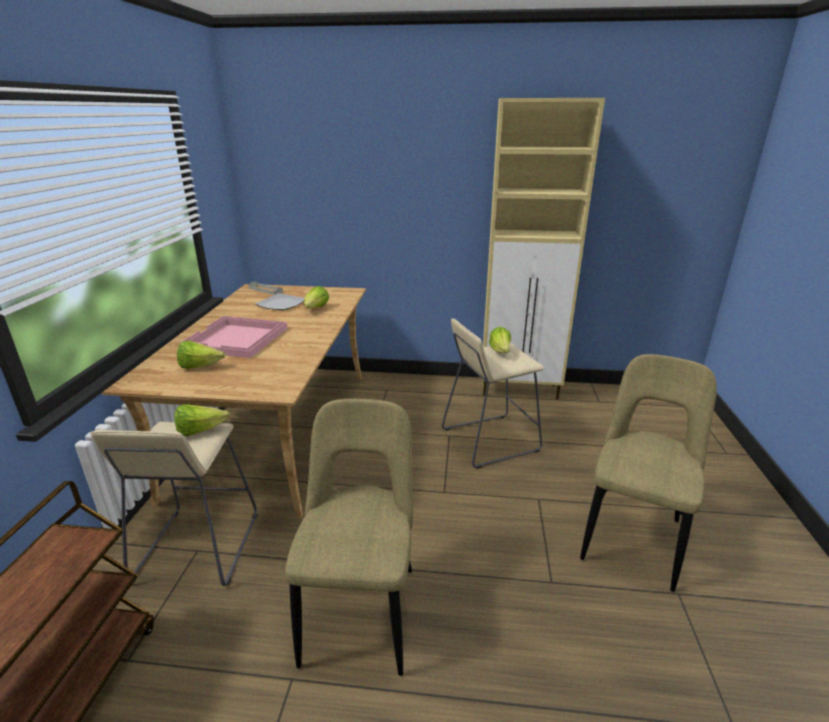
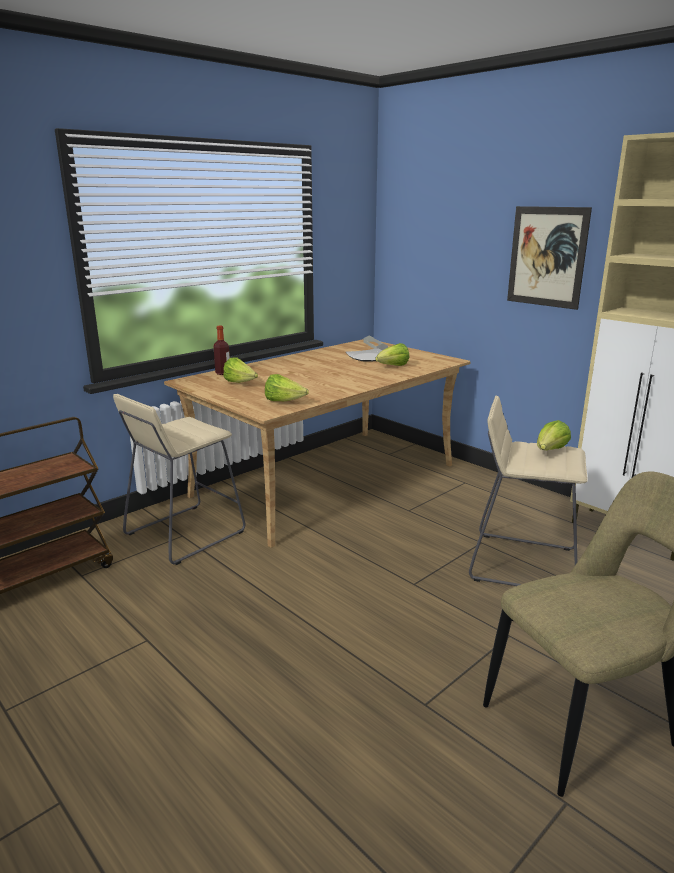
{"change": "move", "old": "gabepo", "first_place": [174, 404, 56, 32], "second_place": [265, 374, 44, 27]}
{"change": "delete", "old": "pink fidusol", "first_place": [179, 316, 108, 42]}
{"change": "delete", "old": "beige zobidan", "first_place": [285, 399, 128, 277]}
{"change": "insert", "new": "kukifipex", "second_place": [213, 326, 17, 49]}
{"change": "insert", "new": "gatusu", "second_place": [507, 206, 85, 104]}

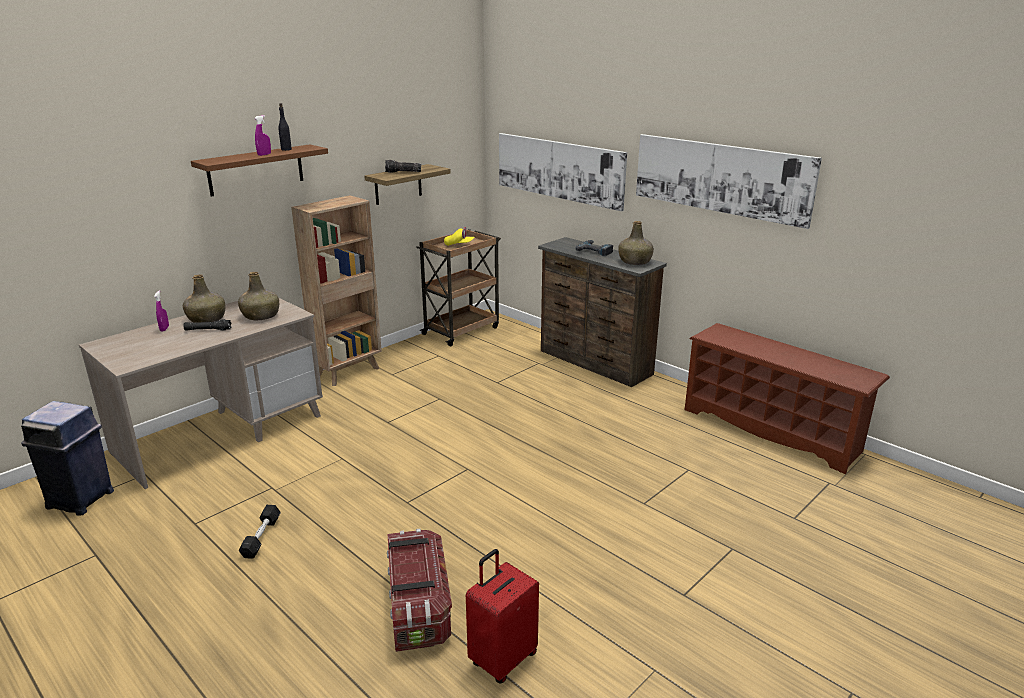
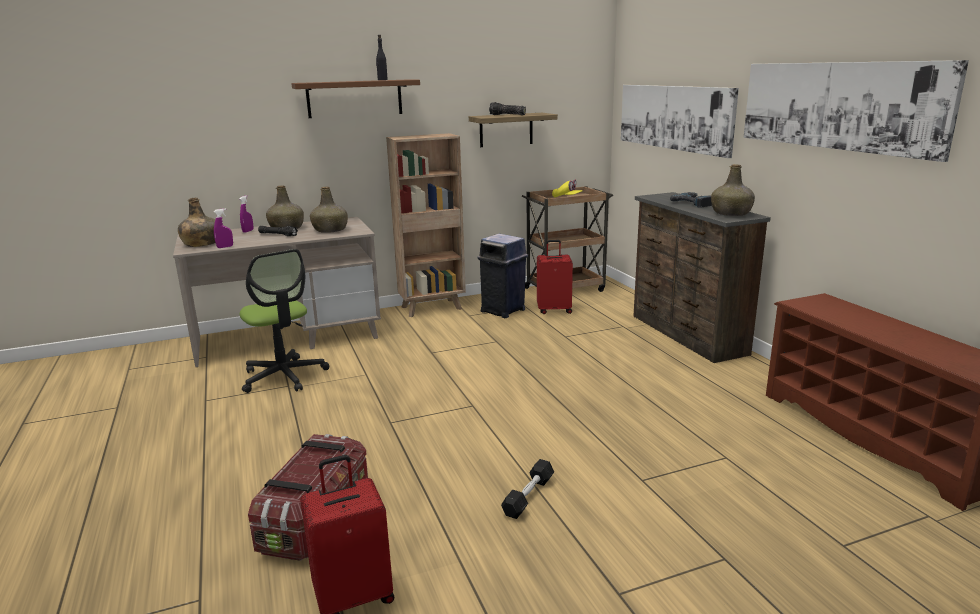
{"change": "move", "old": "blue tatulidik", "first_place": [21, 401, 93, 115], "second_place": [478, 234, 50, 84]}
{"change": "move", "old": "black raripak", "first_place": [239, 505, 42, 54], "second_place": [501, 459, 53, 60]}
{"change": "move", "old": "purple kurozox", "first_place": [254, 115, 17, 41], "second_place": [214, 208, 19, 40]}
{"change": "insert", "new": "green kukifipex", "second_place": [178, 198, 37, 49]}
{"change": "insert", "new": "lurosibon", "second_place": [240, 249, 89, 144]}
{"change": "insert", "new": "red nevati", "second_place": [537, 240, 36, 74]}

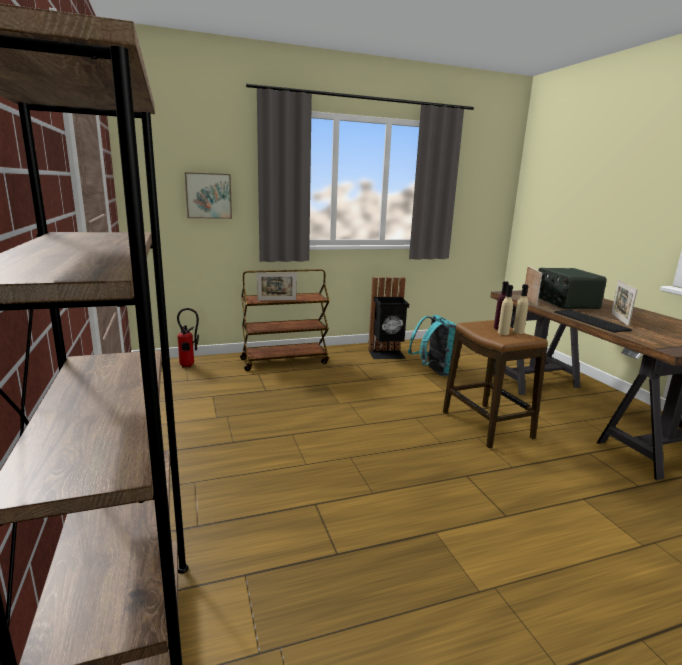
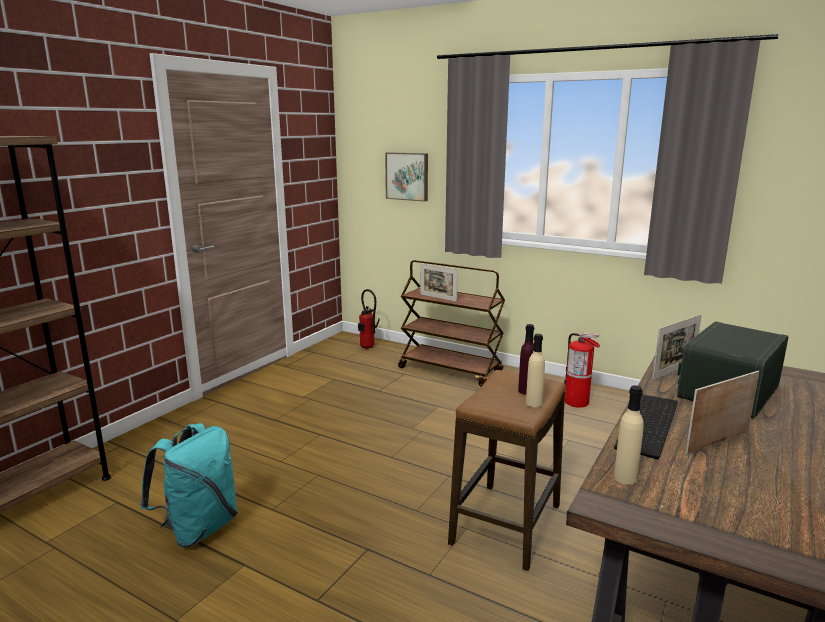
{"change": "replace", "old": "black tatulidik", "new": "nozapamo", "first_place": [368, 277, 41, 82], "second_place": [564, 333, 36, 75]}
{"change": "move", "old": "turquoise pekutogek", "first_place": [408, 315, 48, 61], "second_place": [140, 423, 98, 125]}
{"change": "move", "old": "beige kukifipex", "first_place": [498, 285, 15, 50], "second_place": [614, 385, 30, 100]}

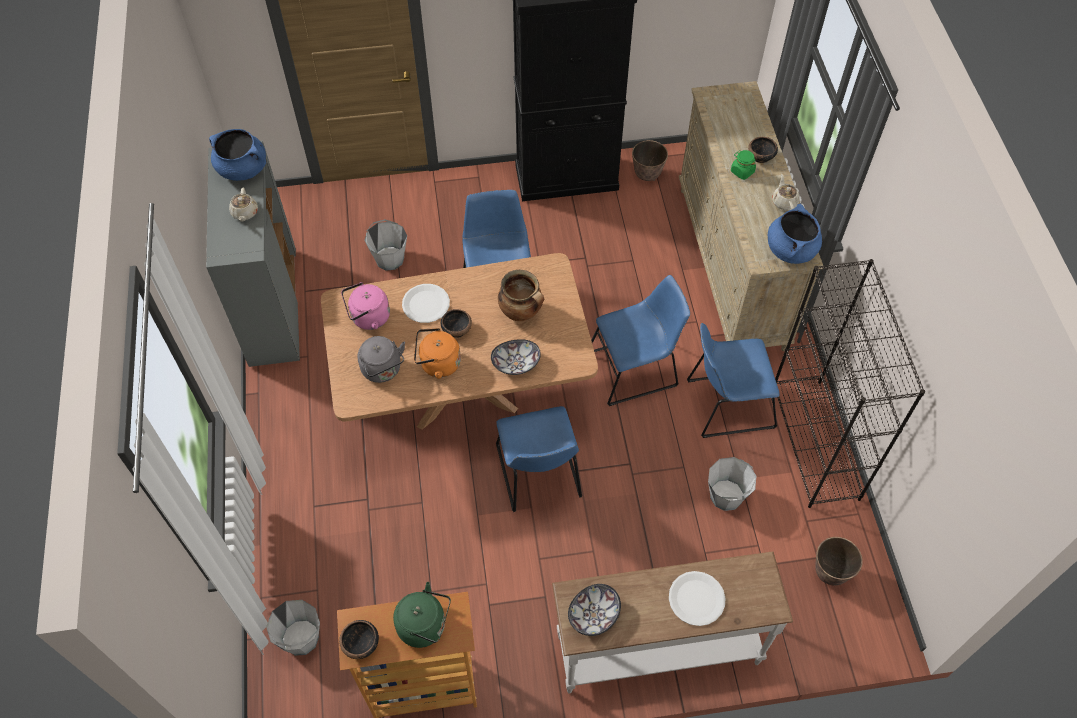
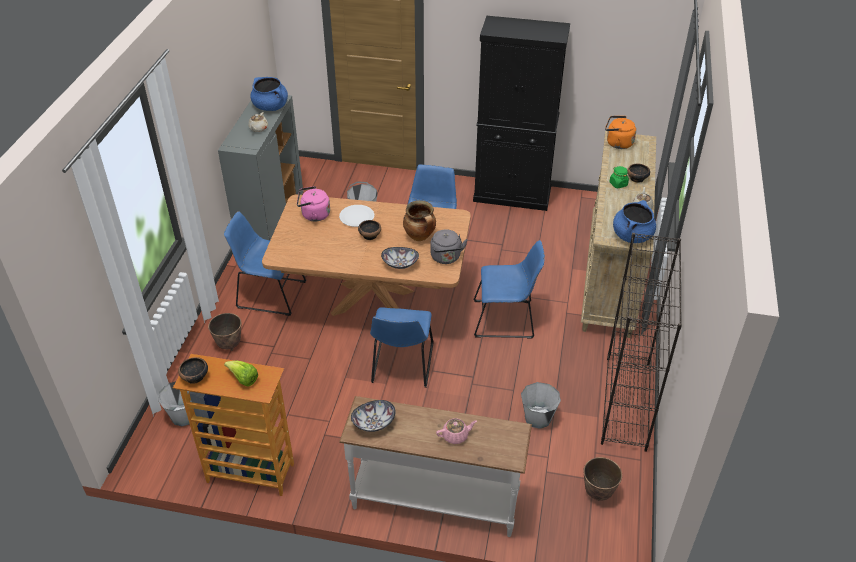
{"change": "move", "old": "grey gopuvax", "first_place": [357, 336, 48, 47], "second_place": [430, 229, 38, 35]}
{"change": "replace", "old": "green gopuvax", "new": "gabepo", "first_place": [393, 582, 58, 66], "second_place": [224, 361, 34, 26]}
{"change": "move", "old": "orange gopuvax", "first_place": [414, 328, 47, 51], "second_place": [605, 116, 31, 33]}
{"change": "move", "old": "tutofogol", "first_place": [632, 140, 36, 41], "second_place": [208, 313, 34, 38]}
{"change": "replace", "old": "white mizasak", "new": "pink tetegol", "first_place": [669, 571, 56, 55], "second_place": [436, 418, 41, 26]}
{"change": "move", "old": "blue zobidan", "first_place": [687, 323, 93, 115], "second_place": [224, 211, 82, 105]}

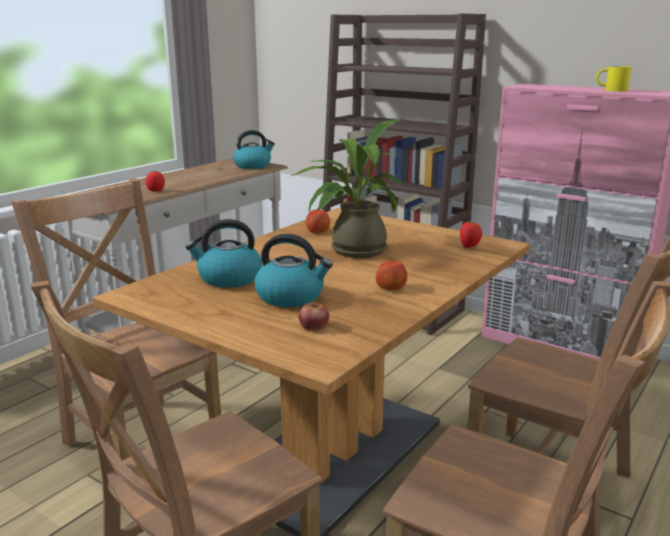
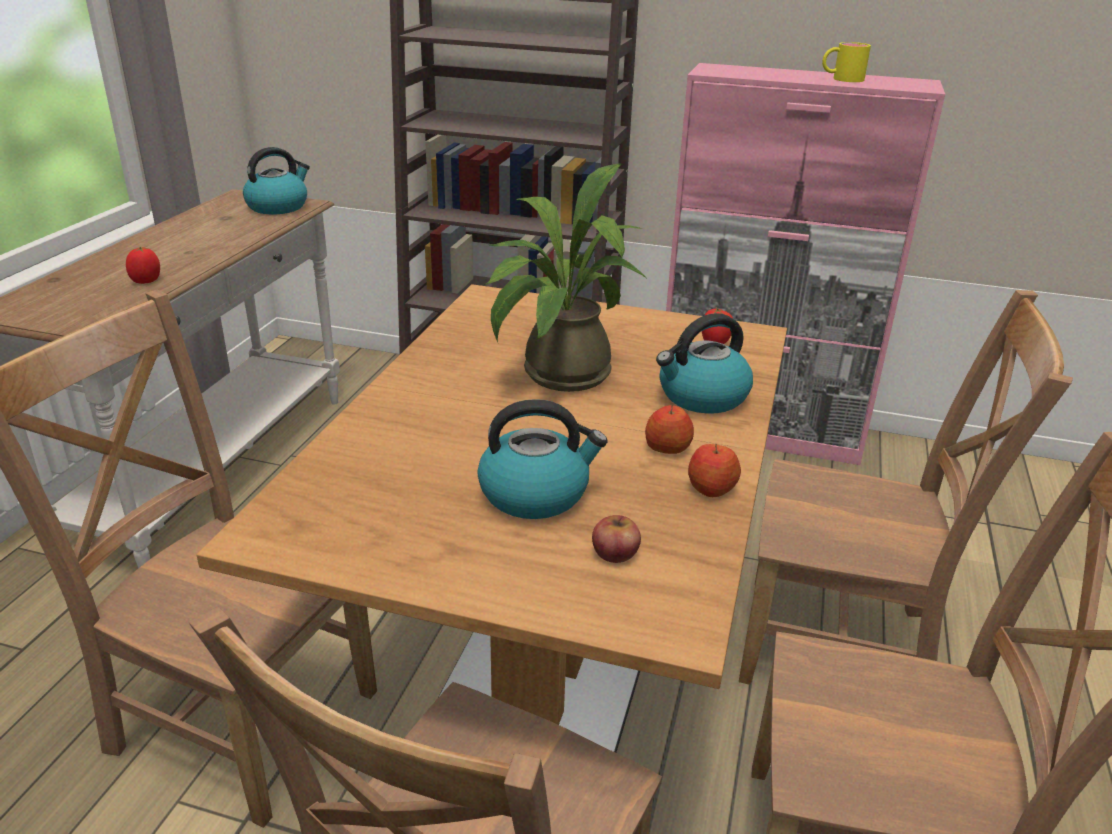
{"change": "move", "old": "gopuvax", "first_place": [185, 219, 77, 69], "second_place": [656, 313, 97, 101]}
{"change": "move", "old": "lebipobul", "first_place": [306, 207, 24, 26], "second_place": [688, 444, 53, 53]}

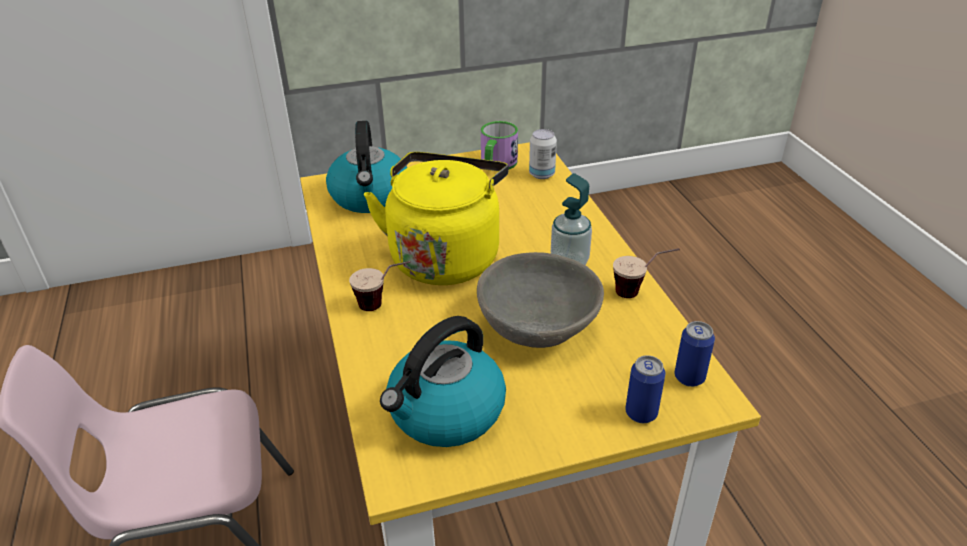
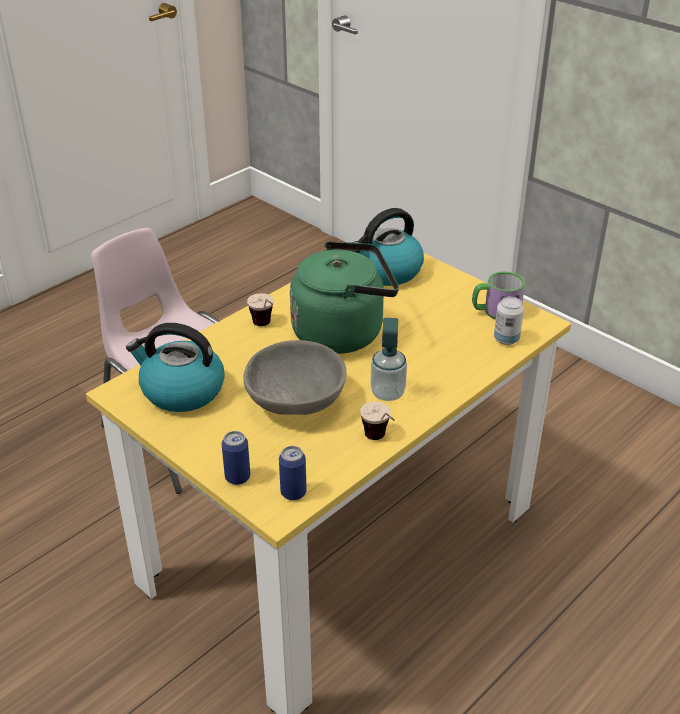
{"change": "recolor", "old": "yellow gopuvax", "new": "green gopuvax", "first_place": [364, 152, 145, 133], "second_place": [290, 241, 109, 113]}

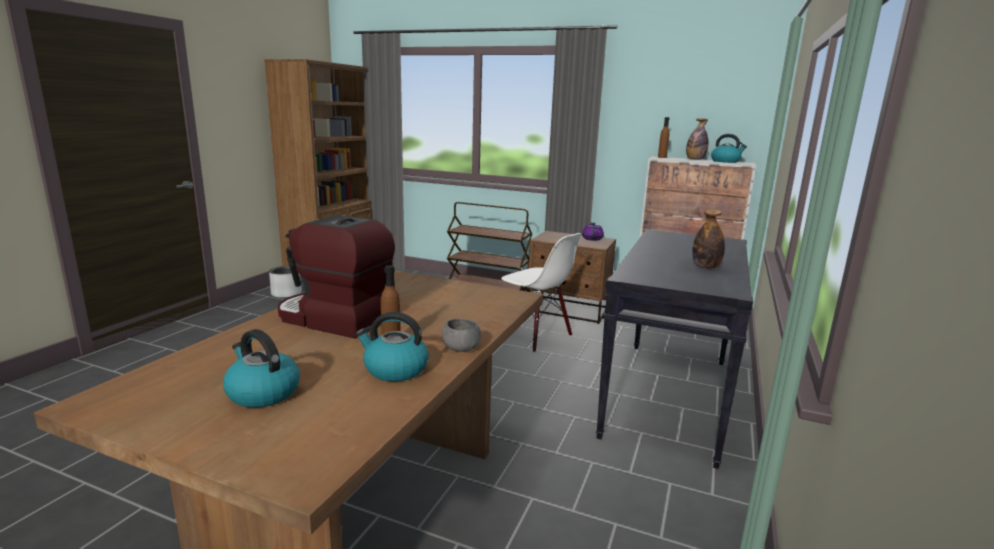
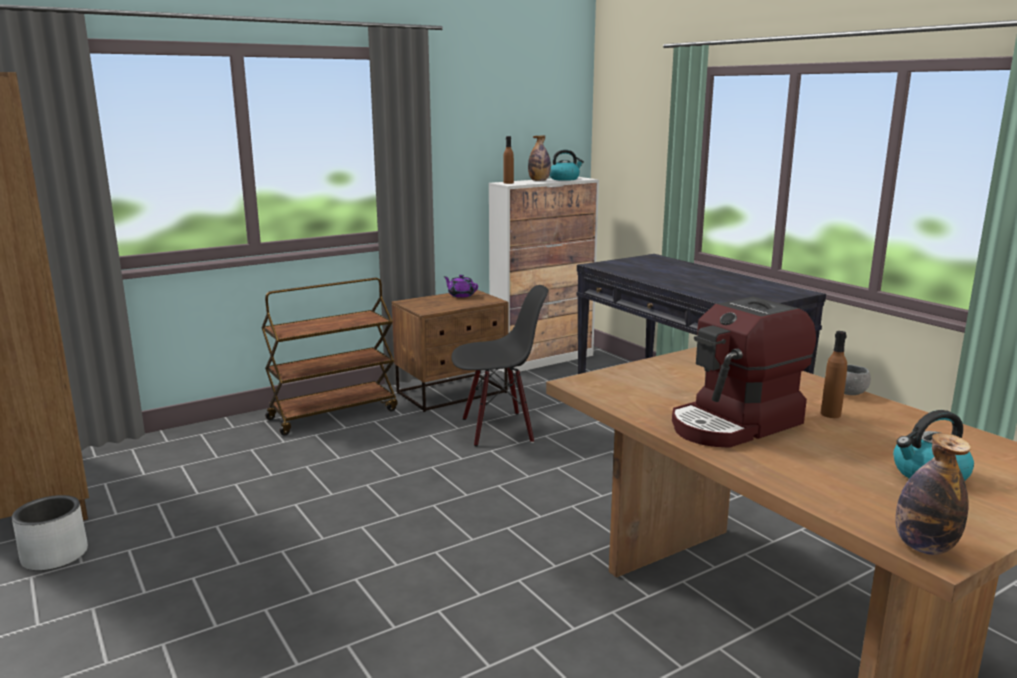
{"change": "delete", "old": "gopuvax", "first_place": [355, 312, 74, 70]}
{"change": "recolor", "old": "white zobidan", "new": "black zobidan", "first_place": [501, 233, 81, 119], "second_place": [451, 285, 97, 161]}
{"change": "move", "old": "kukifipex", "first_place": [692, 209, 33, 60], "second_place": [895, 433, 76, 122]}

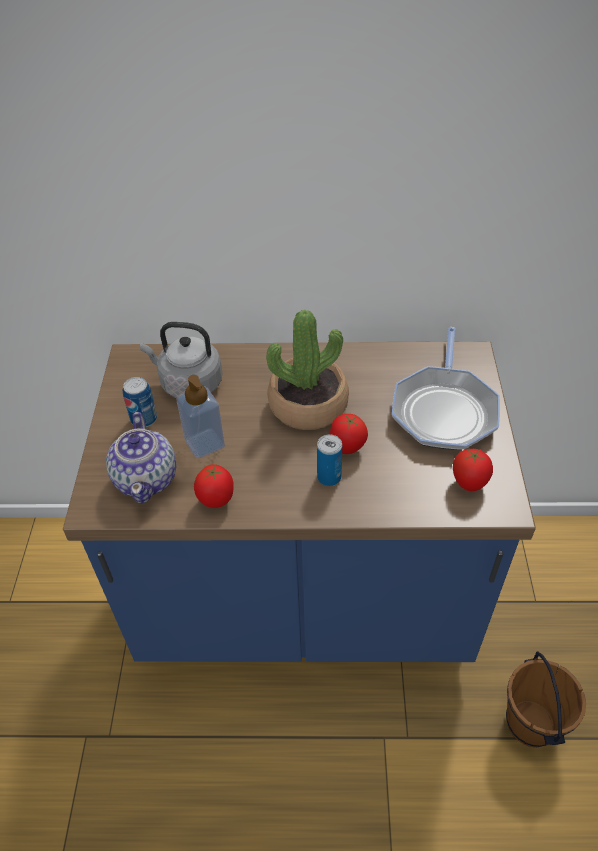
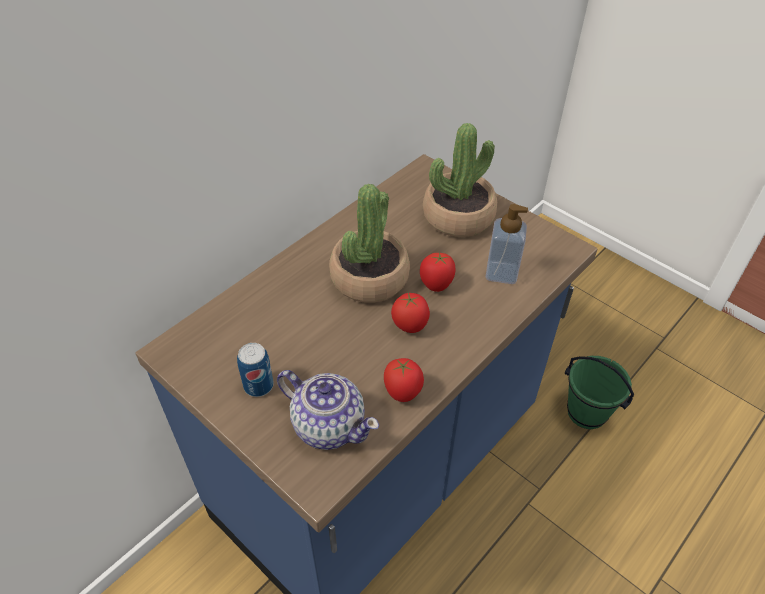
{"change": "delete", "old": "grey gopuvax", "first_place": [140, 322, 82, 76]}
{"change": "move", "old": "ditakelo", "first_place": [177, 375, 48, 83], "second_place": [486, 204, 42, 80]}
{"change": "delete", "old": "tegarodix", "first_place": [317, 434, 25, 52]}
{"change": "replace", "old": "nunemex", "new": "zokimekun", "first_place": [392, 327, 108, 123], "second_place": [423, 123, 74, 114]}
{"change": "move", "old": "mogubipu", "first_place": [453, 449, 40, 42], "second_place": [391, 293, 39, 40]}
{"change": "recolor", "old": "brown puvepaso", "new": "green puvepaso", "first_place": [506, 651, 80, 96], "second_place": [565, 356, 69, 73]}

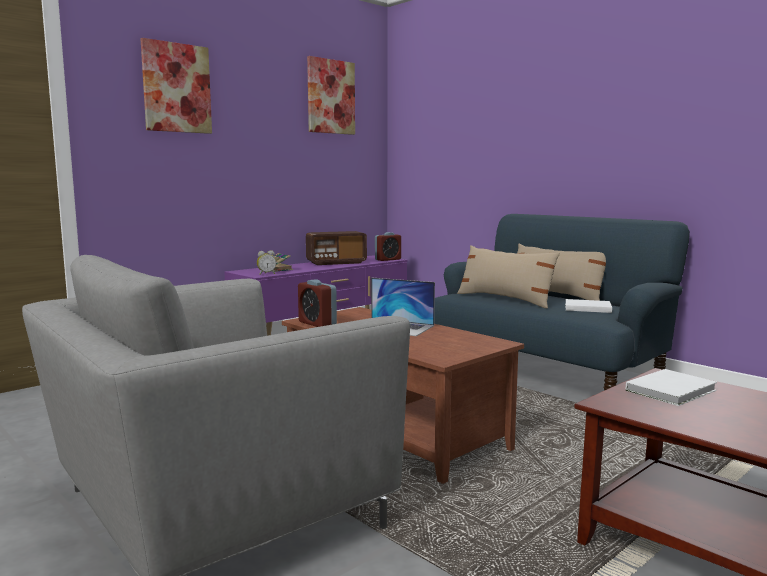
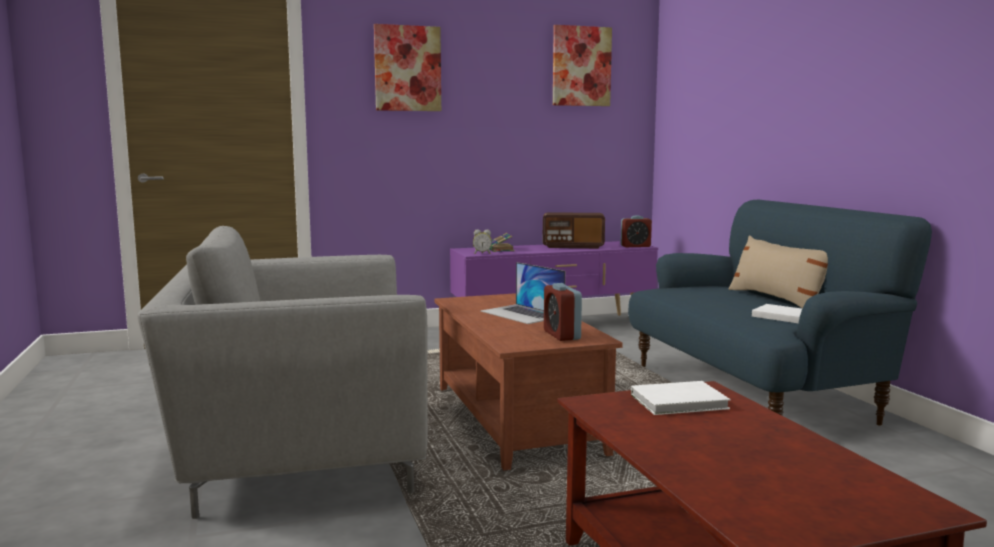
{"change": "move", "old": "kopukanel", "first_place": [298, 279, 39, 48], "second_place": [544, 283, 38, 58]}
{"change": "delete", "old": "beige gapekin", "first_place": [457, 245, 103, 63]}

